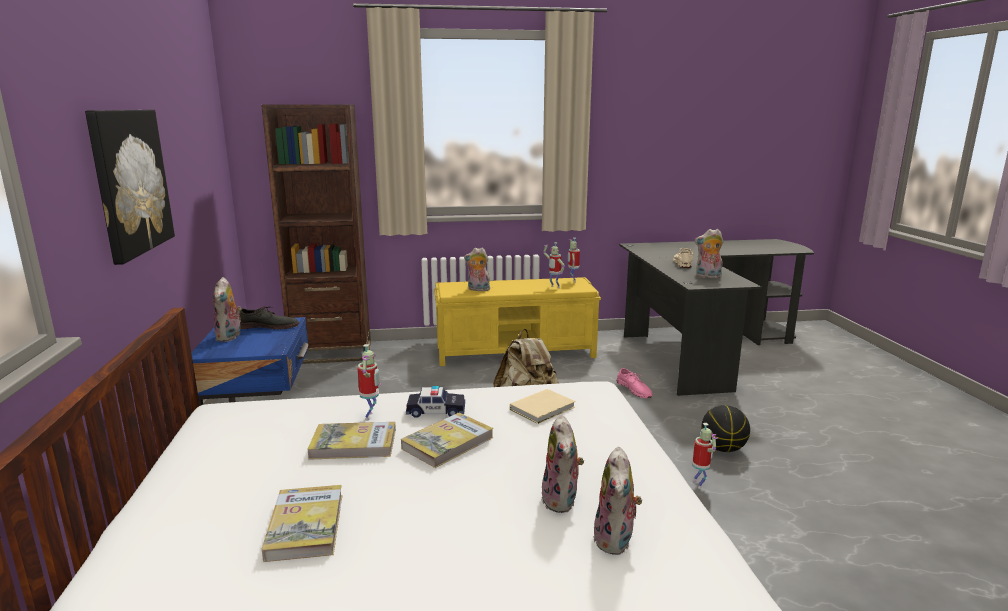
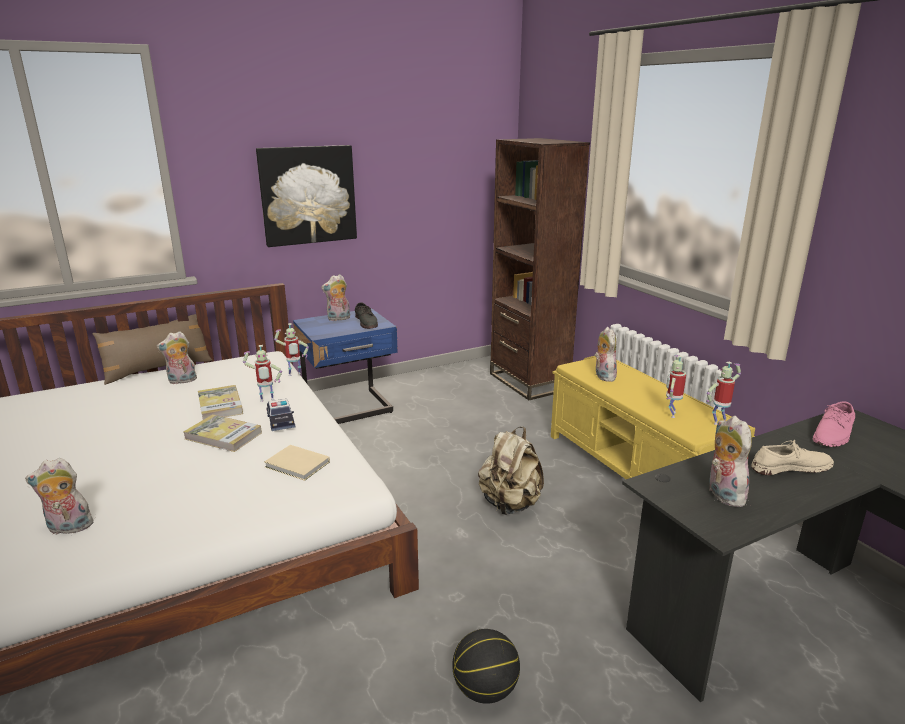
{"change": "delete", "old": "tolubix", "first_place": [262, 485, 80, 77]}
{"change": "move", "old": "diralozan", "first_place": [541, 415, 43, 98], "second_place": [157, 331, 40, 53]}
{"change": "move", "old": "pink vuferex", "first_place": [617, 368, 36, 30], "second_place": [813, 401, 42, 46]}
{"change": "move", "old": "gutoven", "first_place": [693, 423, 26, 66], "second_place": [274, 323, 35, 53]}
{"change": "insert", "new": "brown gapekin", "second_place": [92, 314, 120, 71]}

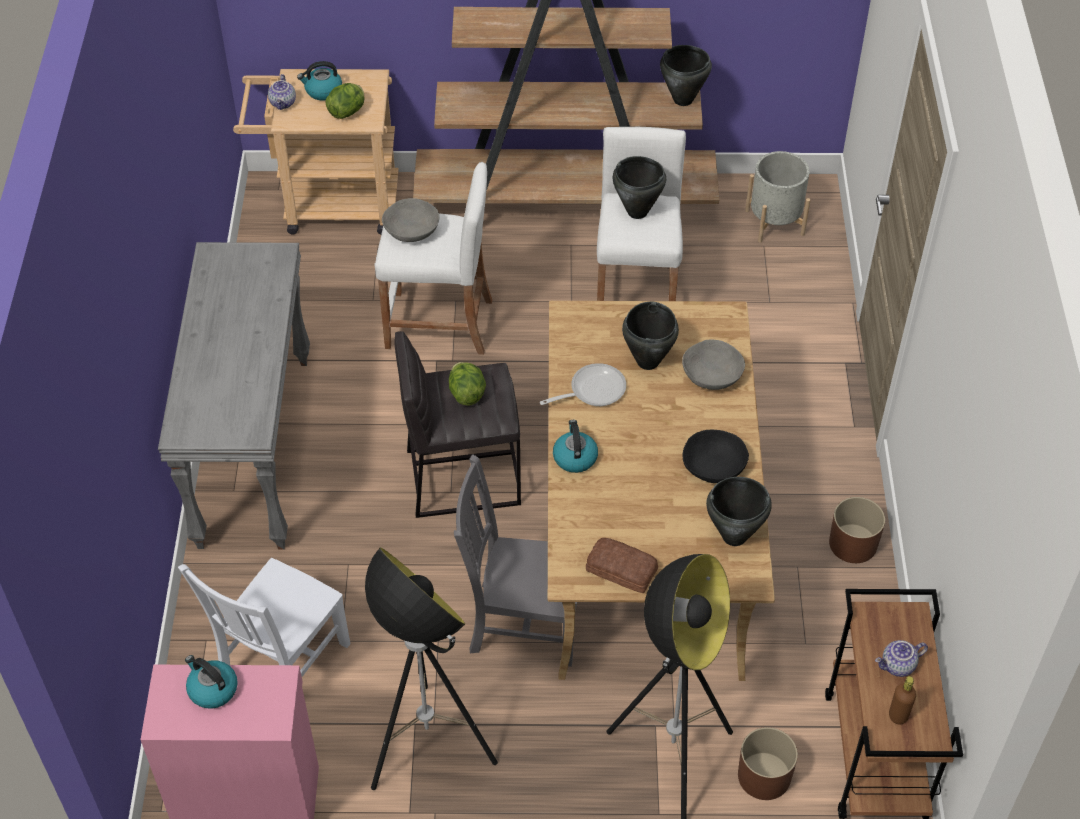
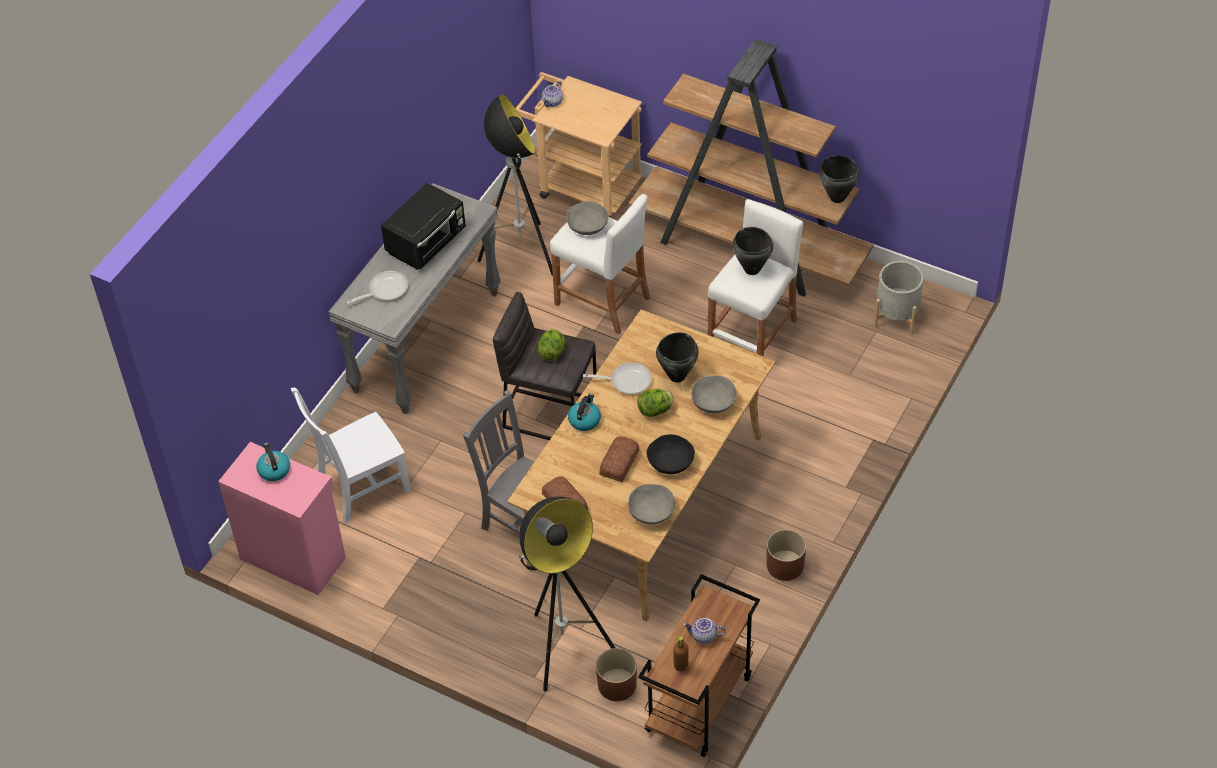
{"change": "delete", "old": "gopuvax", "first_place": [297, 61, 45, 40]}
{"change": "move", "old": "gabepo", "first_place": [326, 83, 39, 36], "second_place": [637, 389, 37, 28]}
{"change": "move", "old": "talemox", "first_place": [365, 547, 133, 243], "second_place": [477, 94, 76, 182]}
{"change": "replace", "old": "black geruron", "new": "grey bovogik", "first_place": [706, 477, 66, 69], "second_place": [628, 484, 47, 41]}
{"change": "insert", "new": "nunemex", "second_place": [347, 271, 61, 33]}
{"change": "insert", "new": "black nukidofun", "second_place": [381, 183, 85, 87]}
{"change": "insert", "new": "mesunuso", "second_place": [599, 437, 41, 45]}

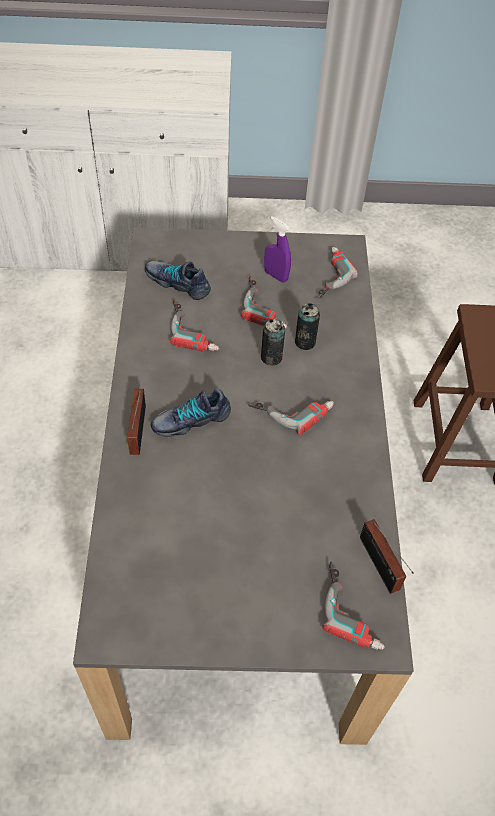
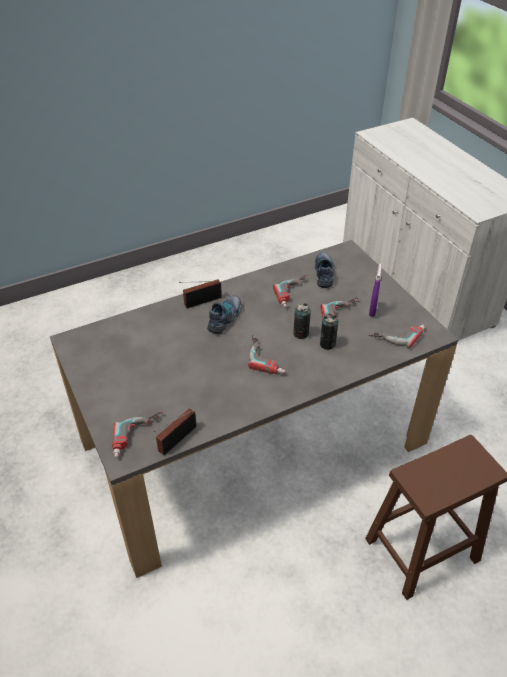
{"change": "rotate", "old": "vuferex", "first_place": [151, 388, 80, 49], "second_place": [207, 295, 35, 39], "degrees": 75}

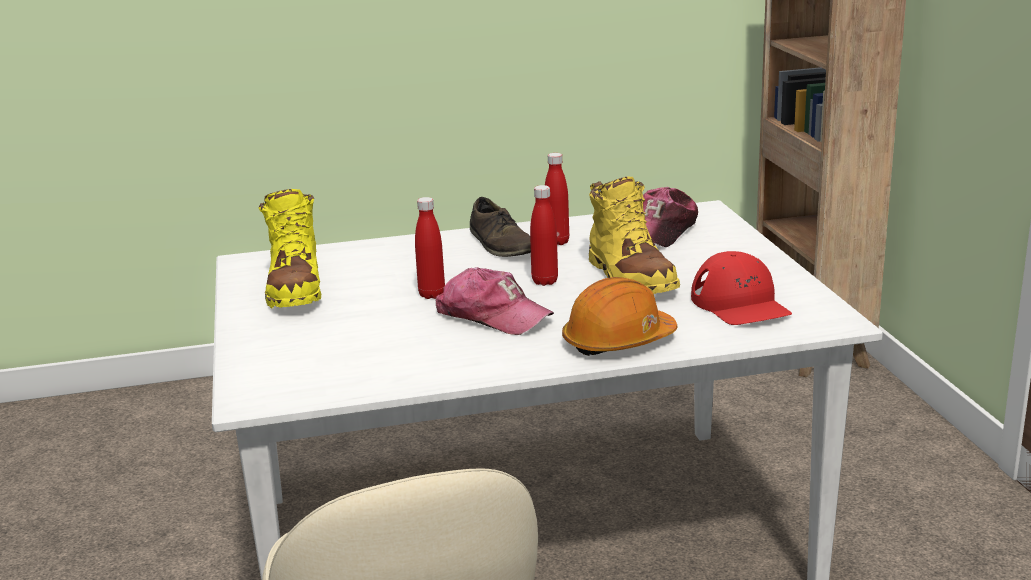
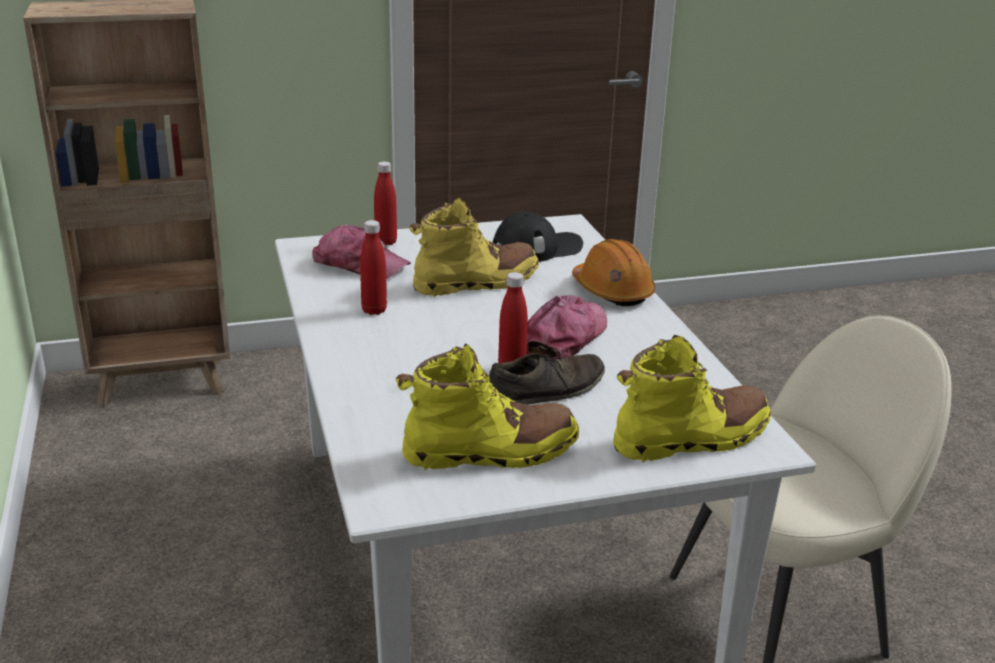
{"change": "move", "old": "brown vuferex", "first_place": [470, 197, 61, 60], "second_place": [489, 353, 116, 52]}
{"change": "move", "old": "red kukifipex", "first_place": [530, 185, 28, 101], "second_place": [374, 162, 23, 83]}
{"change": "recolor", "old": "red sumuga", "new": "black sumuga", "first_place": [691, 251, 101, 74], "second_place": [493, 212, 90, 50]}
{"change": "insert", "new": "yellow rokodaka", "second_place": [613, 335, 158, 128]}

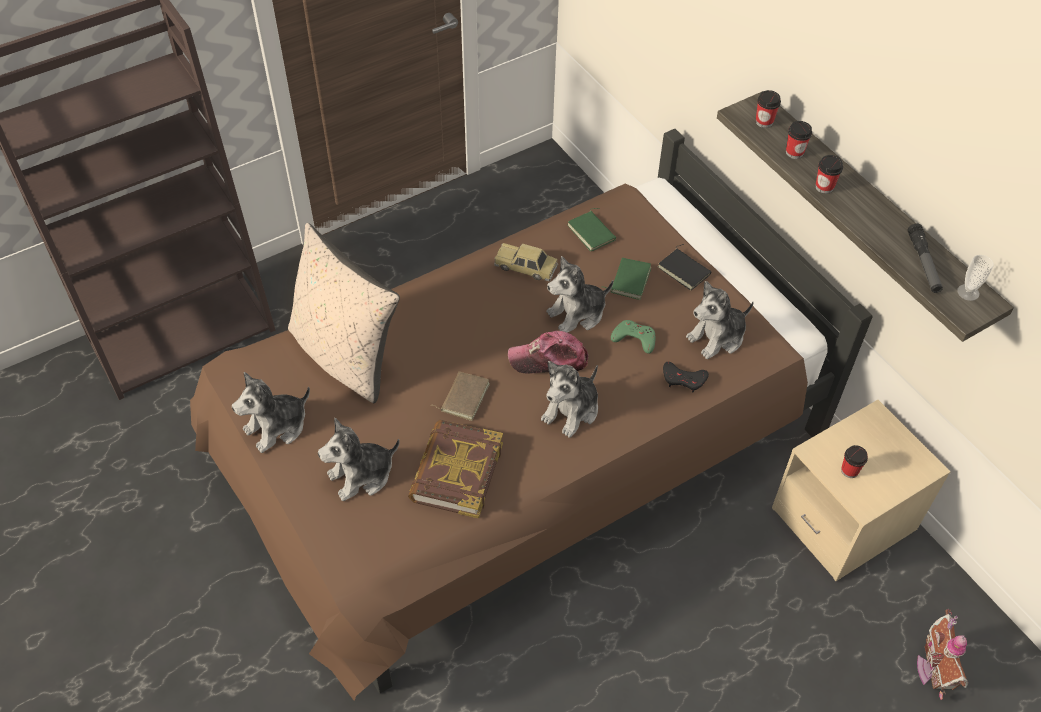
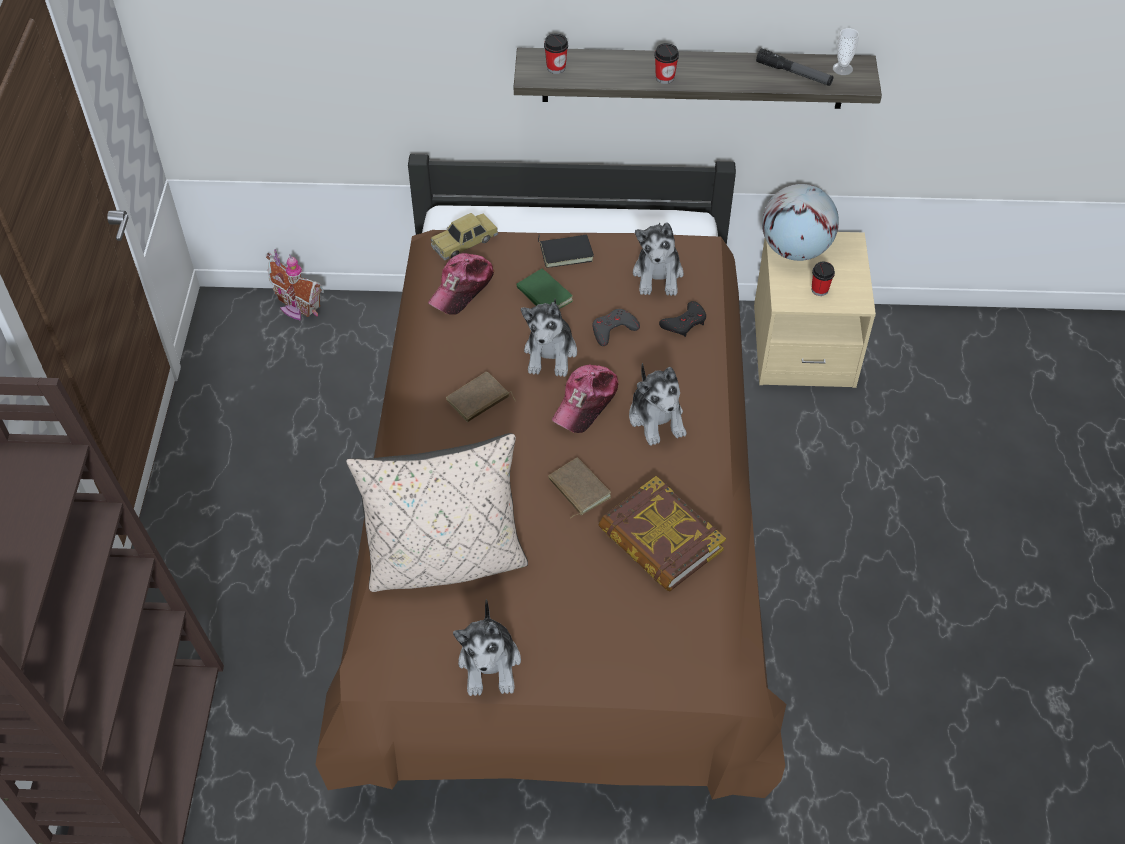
{"change": "delete", "old": "diralozan", "first_place": [318, 418, 82, 83]}
{"change": "move", "old": "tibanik", "first_place": [494, 243, 64, 38], "second_place": [431, 213, 67, 47]}
{"change": "replace", "old": "green tolubix", "new": "sumuga", "first_place": [567, 208, 49, 43], "second_place": [428, 253, 66, 62]}
{"change": "recolor", "old": "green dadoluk", "new": "grey dadoluk", "first_place": [611, 320, 45, 34], "second_place": [592, 309, 48, 37]}
{"change": "delete", "old": "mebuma", "first_place": [786, 121, 26, 38]}
{"change": "move", "old": "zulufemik", "first_place": [917, 609, 51, 91], "second_place": [266, 249, 58, 72]}
{"change": "insert", "new": "brown tolubix", "second_place": [446, 372, 70, 50]}
{"change": "insert", "new": "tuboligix", "second_place": [762, 184, 77, 77]}

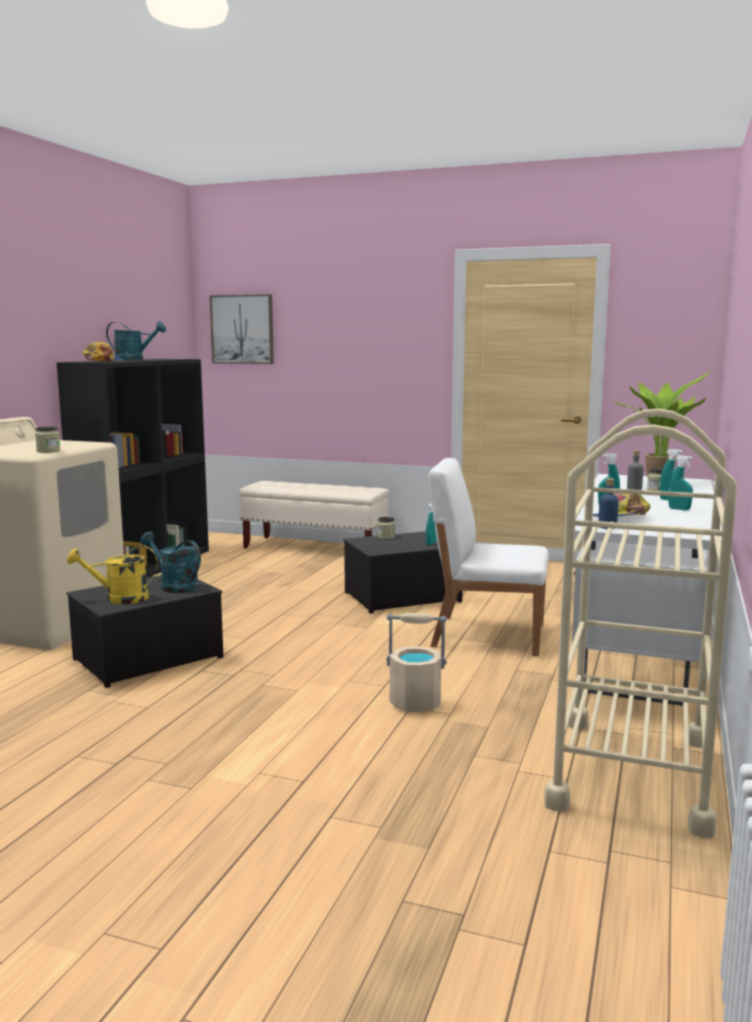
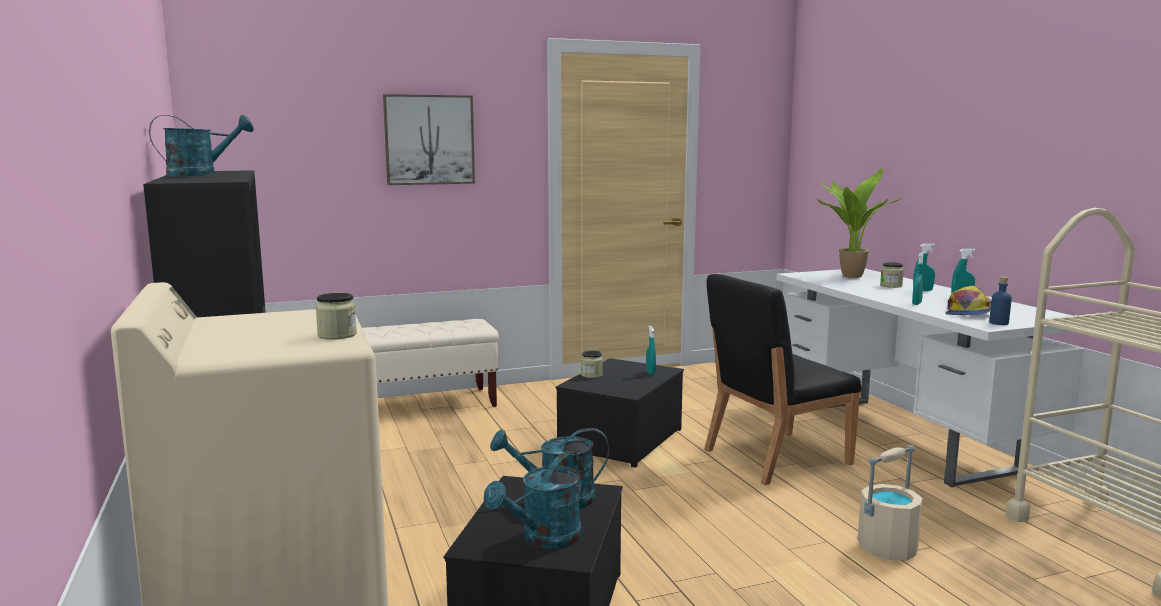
{"change": "recolor", "old": "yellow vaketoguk", "new": "turquoise vaketoguk", "first_place": [67, 546, 90, 58], "second_place": [484, 451, 100, 98]}
{"change": "delete", "old": "sumuga", "first_place": [83, 342, 41, 20]}
{"change": "move", "old": "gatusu", "first_place": [210, 294, 64, 70], "second_place": [383, 94, 92, 91]}
{"change": "recolor", "old": "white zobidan", "new": "black zobidan", "first_place": [428, 458, 121, 198], "second_place": [704, 274, 157, 211]}
{"change": "delete", "old": "grey kukifipex", "first_place": [627, 450, 16, 40]}

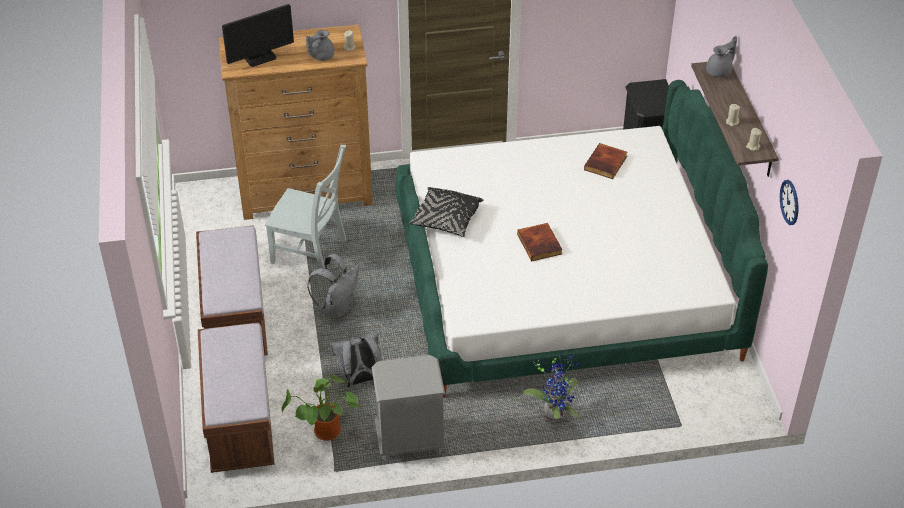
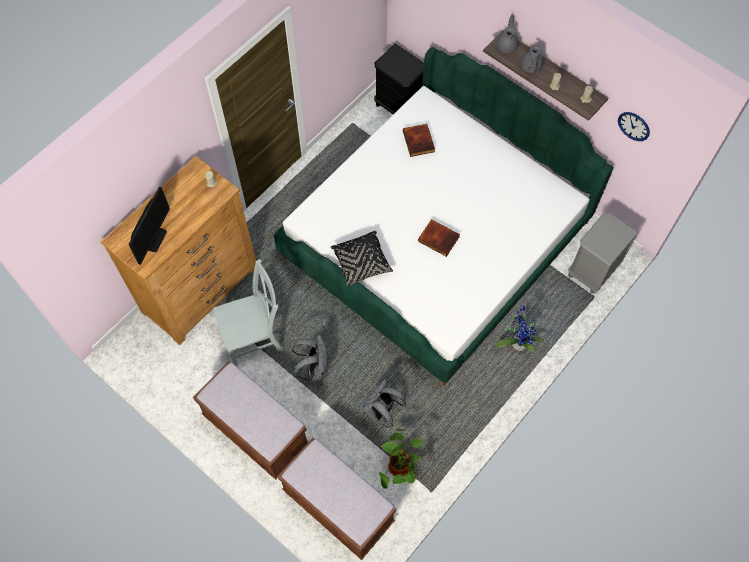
{"change": "move", "old": "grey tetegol", "first_place": [306, 30, 29, 31], "second_place": [521, 45, 22, 28]}
{"change": "move", "old": "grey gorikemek", "first_place": [372, 355, 73, 106], "second_place": [568, 213, 70, 81]}

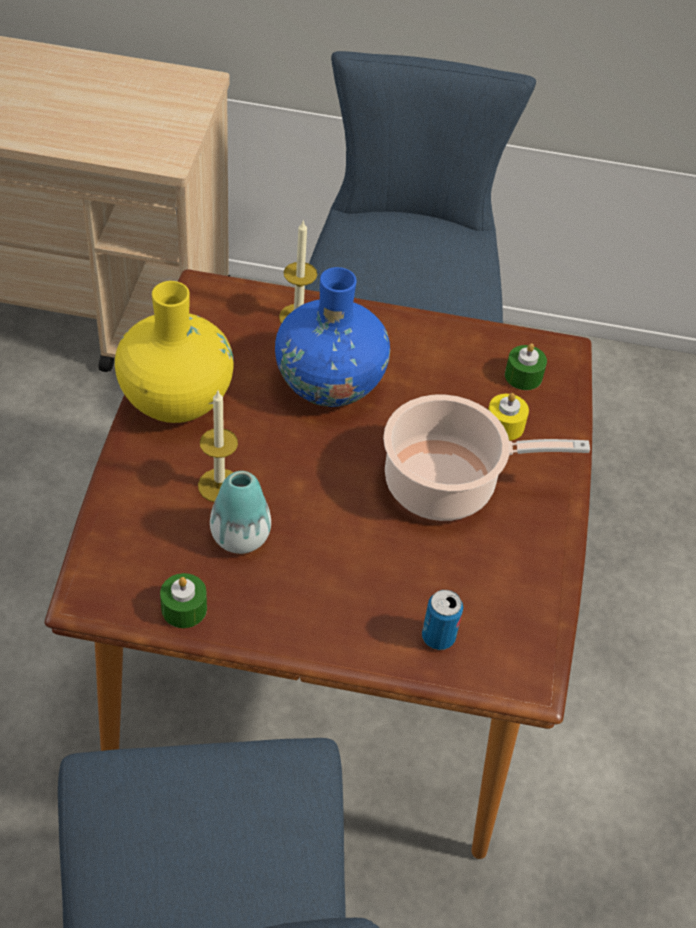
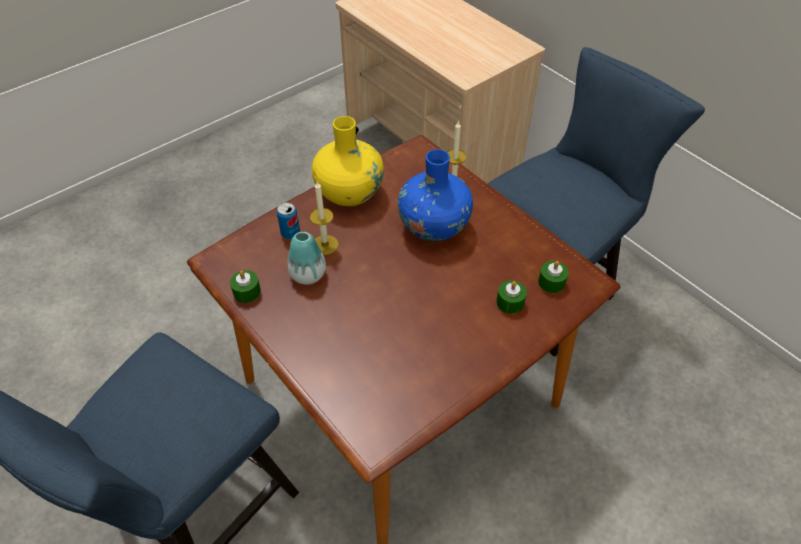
{"change": "delete", "old": "geruron", "first_place": [383, 394, 207, 127]}
{"change": "move", "old": "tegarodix", "first_place": [422, 590, 41, 60], "second_place": [277, 202, 23, 37]}
{"change": "recolor", "old": "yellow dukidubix", "new": "green dukidubix", "first_place": [488, 393, 41, 48], "second_place": [496, 280, 31, 34]}

